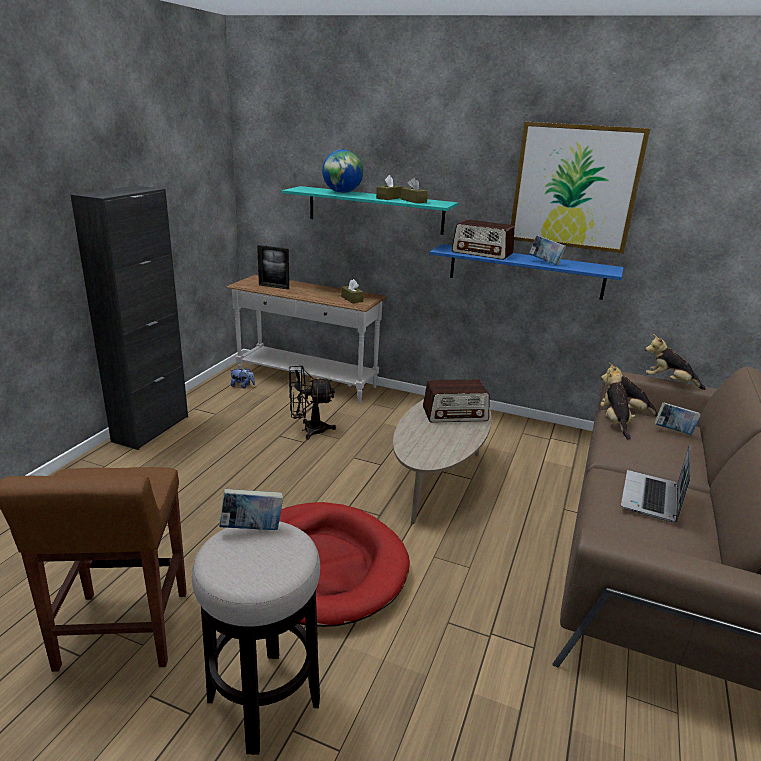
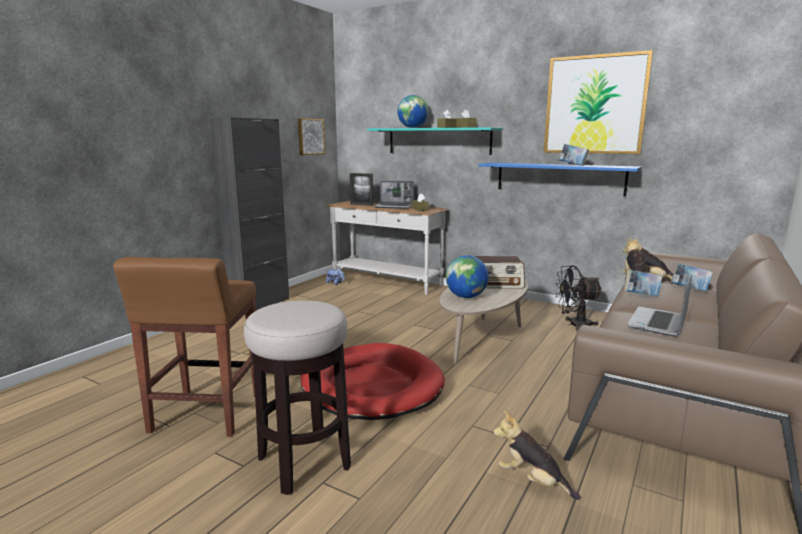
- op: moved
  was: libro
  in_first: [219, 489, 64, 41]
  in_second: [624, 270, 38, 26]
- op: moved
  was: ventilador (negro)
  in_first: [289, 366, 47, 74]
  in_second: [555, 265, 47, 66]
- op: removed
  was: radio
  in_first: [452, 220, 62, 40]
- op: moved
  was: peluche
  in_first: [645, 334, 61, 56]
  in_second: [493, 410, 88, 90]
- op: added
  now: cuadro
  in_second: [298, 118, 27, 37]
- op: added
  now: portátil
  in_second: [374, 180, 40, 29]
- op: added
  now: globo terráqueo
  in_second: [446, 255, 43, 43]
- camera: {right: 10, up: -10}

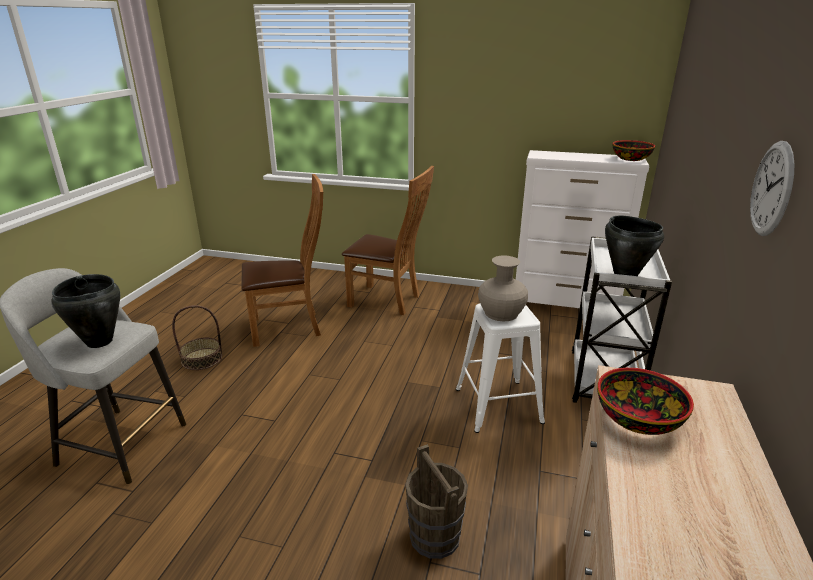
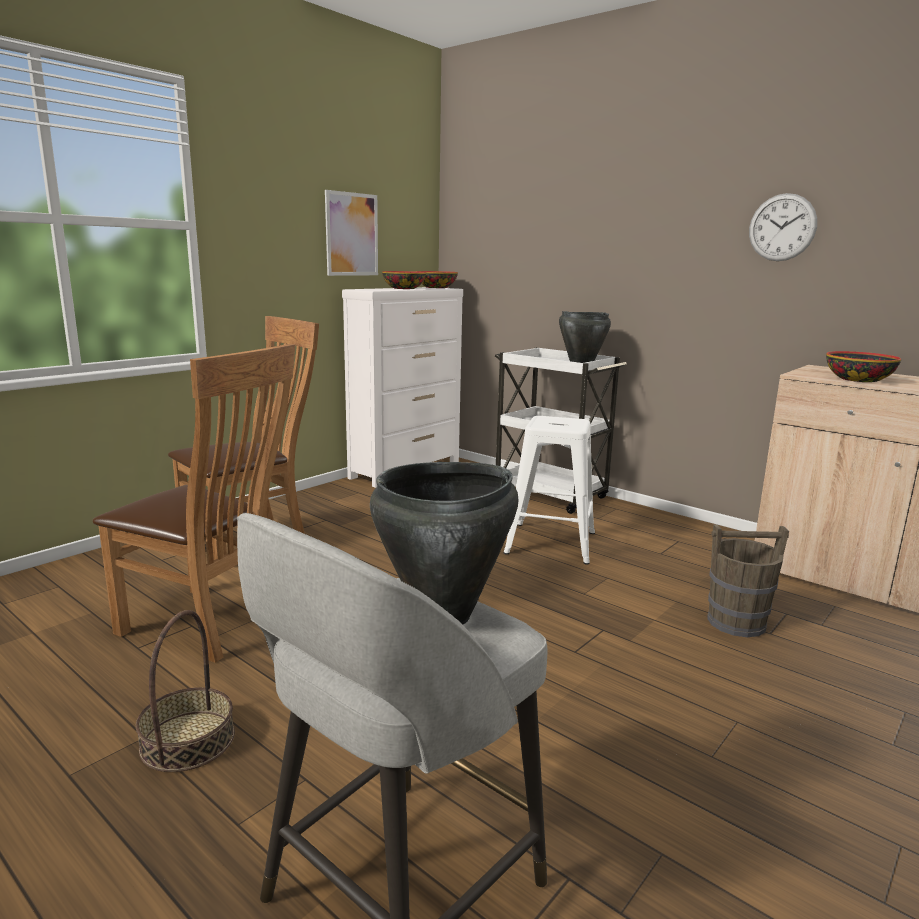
- op: turned
  was: silla (marrón)
  in_first: [241, 174, 82, 173]
  in_second: [93, 344, 202, 319]
  clockwise: 105
- op: removed
  was: florero (beis)
  in_first: [478, 255, 50, 66]
- op: added
  now: cuadro
  in_second: [325, 190, 53, 86]
- op: added
  now: cuenco
  in_second: [382, 271, 44, 18]
- camera: {right: -65, up: -10}

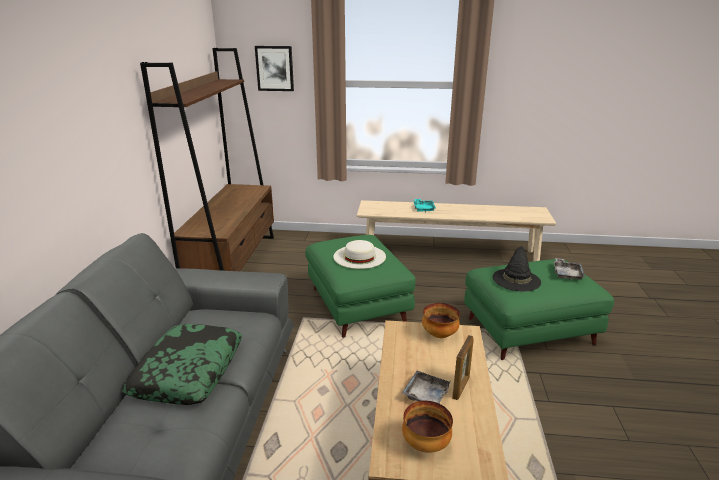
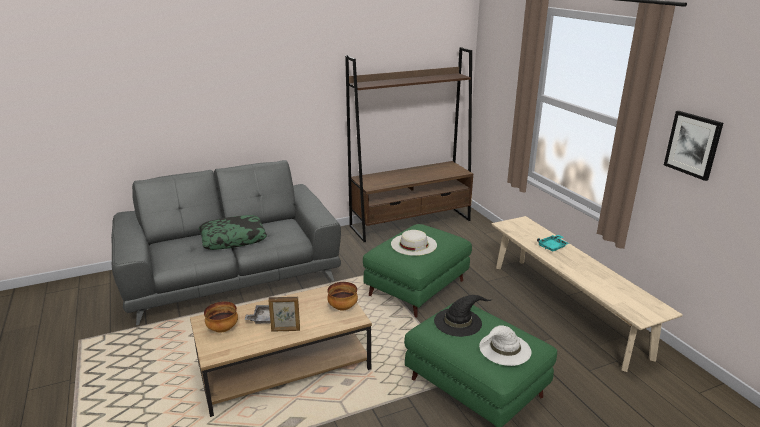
- op: moved
  was: cuadro
  in_first: [255, 46, 39, 45]
  in_second: [664, 111, 59, 70]
- op: replaced
  was: bandeja (gris)
  now: sombrero (blanco)
  in_first: [554, 258, 31, 22]
  in_second: [479, 325, 53, 41]
- camera: {right: 60, up: 0}

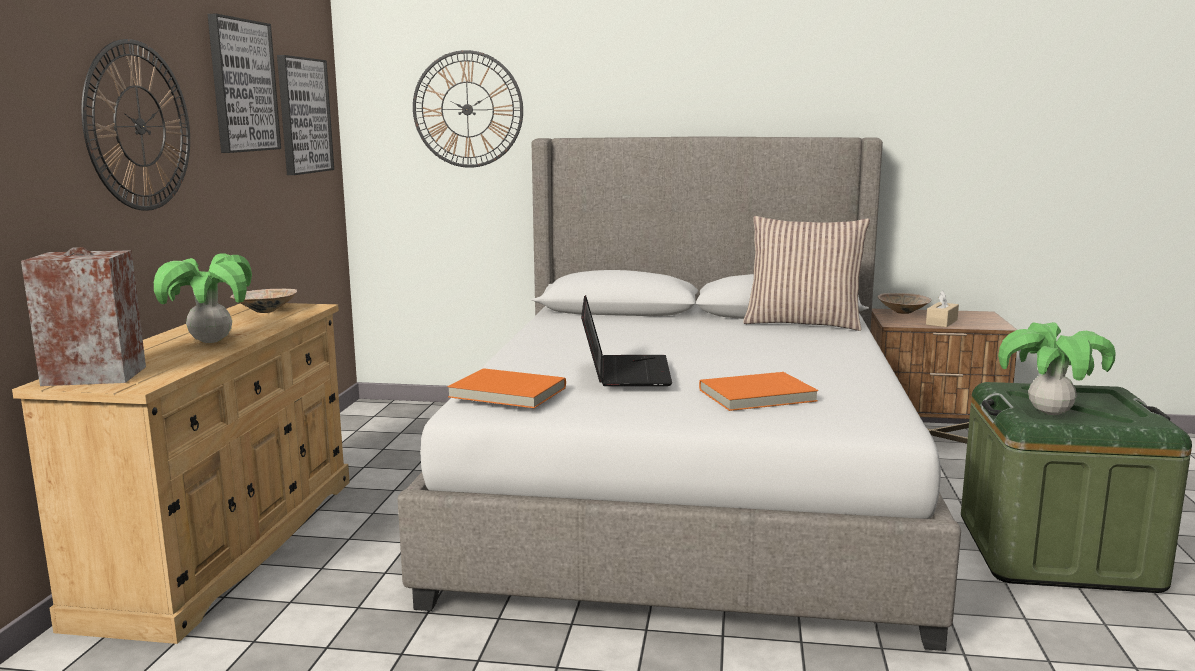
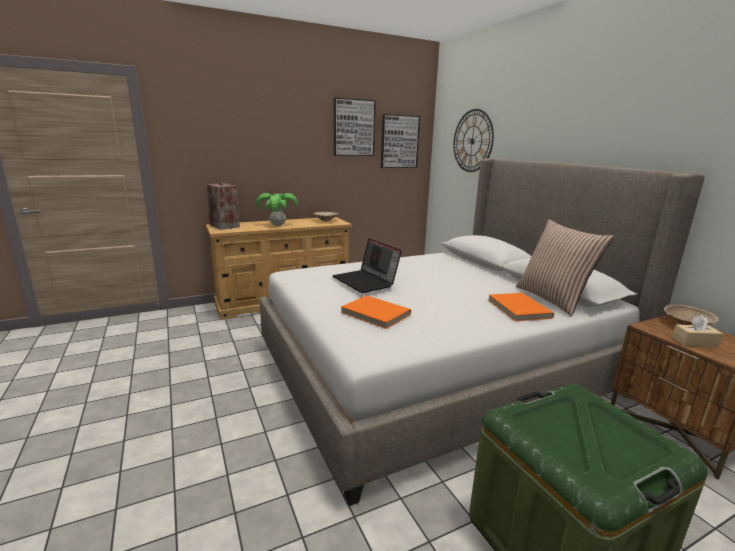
- op: removed
  was: reloj de pared
  in_first: [81, 39, 109, 172]
- op: moved
  was: libro (naranja)
  in_first: [448, 368, 118, 40]
  in_second: [488, 293, 66, 28]
- op: turned
  was: portátil
  in_first: [581, 295, 91, 91]
  in_second: [332, 238, 70, 55]
  clockwise: 90
- op: removed
  was: planta en maceta
  in_first: [998, 322, 118, 93]
- camera: {right: 55, up: 5}

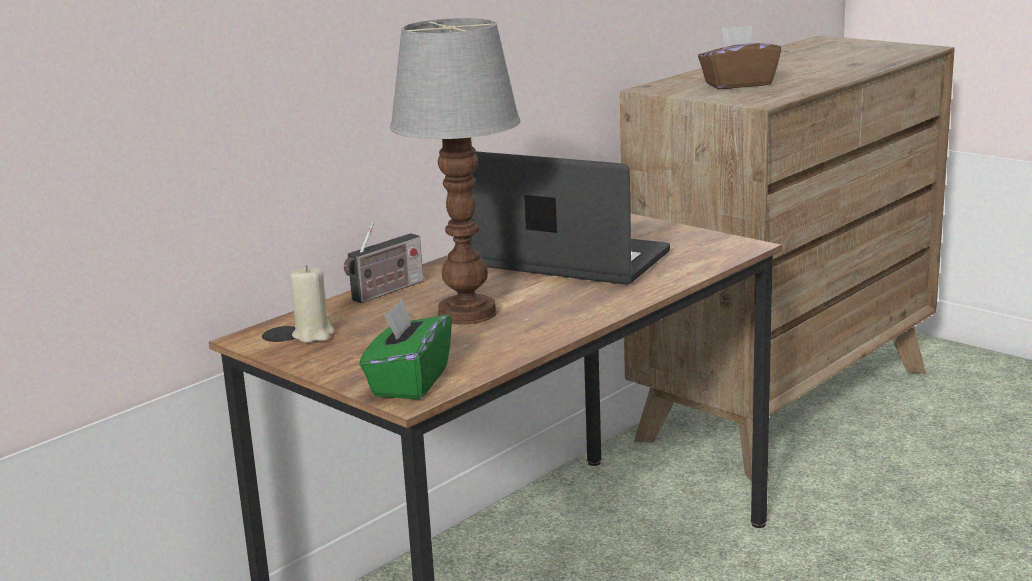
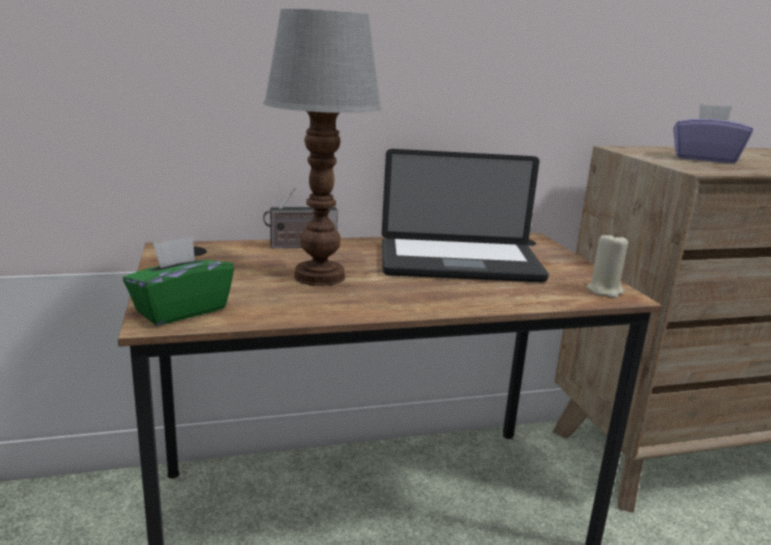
- op: moved
  was: vela (beis)
  in_first: [290, 265, 44, 78]
  in_second: [587, 232, 41, 66]
- op: turned
  was: portátil
  in_first: [471, 151, 199, 134]
  in_second: [382, 149, 167, 133]
  clockwise: 120
- op: recoloured
  was: caja de pañuelos (marrón)
  now: caja de pañuelos (morado)
  in_first: [698, 25, 83, 64]
  in_second: [673, 104, 80, 59]
- camera: {right: 30, up: 0}

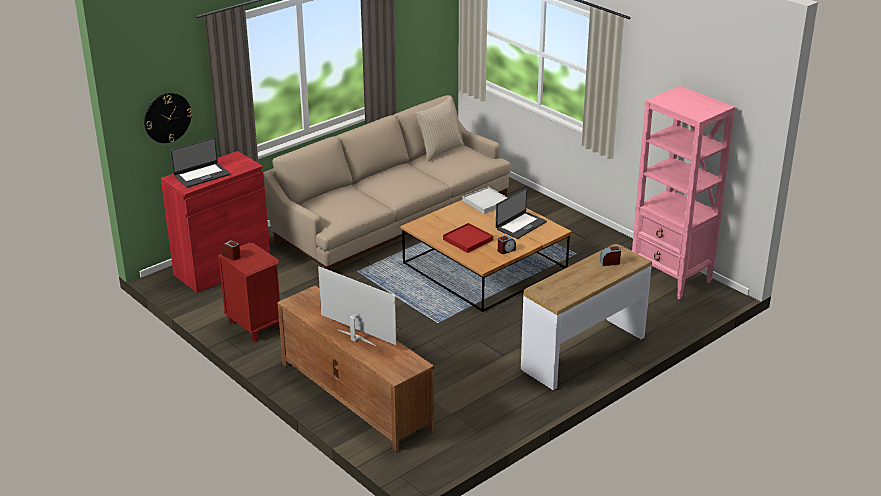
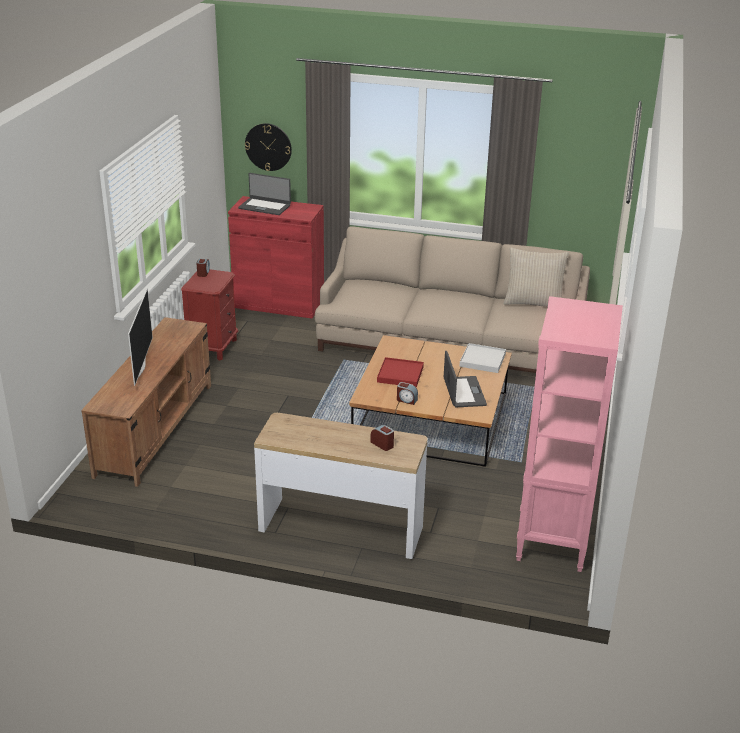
- op: turned
  was: portátil
  in_first: [496, 188, 51, 51]
  in_second: [444, 351, 43, 56]
  clockwise: -105
- camera: {right: 55, up: 0}

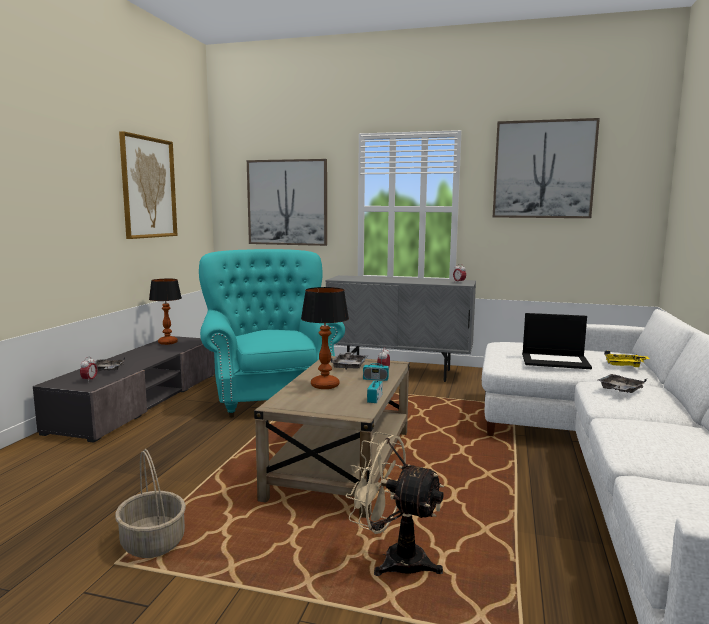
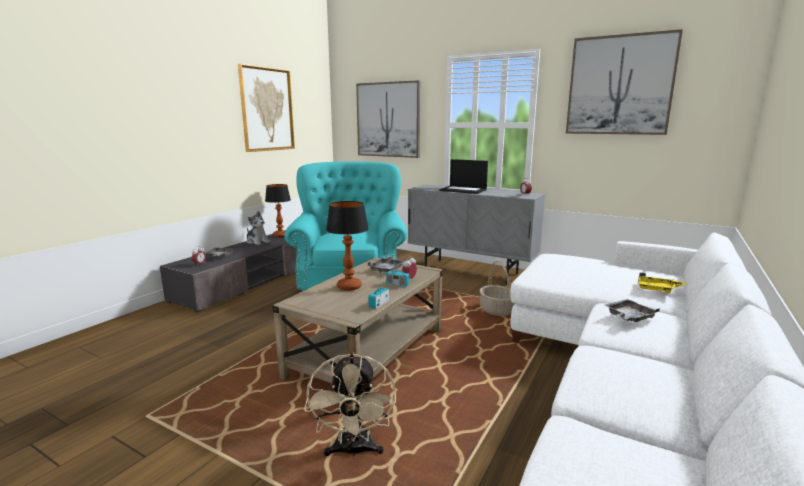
- op: moved
  was: cesta
  in_first: [115, 449, 71, 109]
  in_second: [480, 260, 35, 56]
- op: turned
  was: ventilador (beis)
  in_first: [345, 432, 99, 144]
  in_second: [304, 353, 92, 105]
  clockwise: -135
- op: moved
  was: portátil
  in_first: [522, 313, 70, 56]
  in_second: [439, 159, 49, 35]
- op: added
  now: peluche
  in_second: [247, 211, 23, 34]
- camera: {right: 15, up: 5}

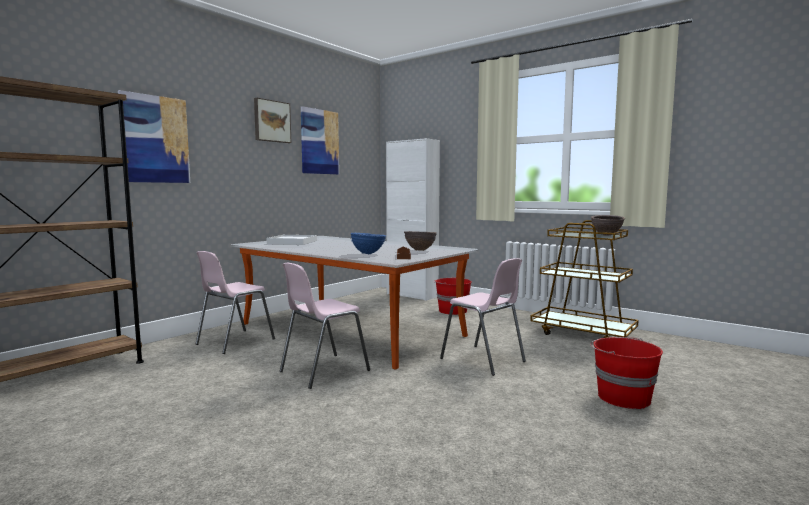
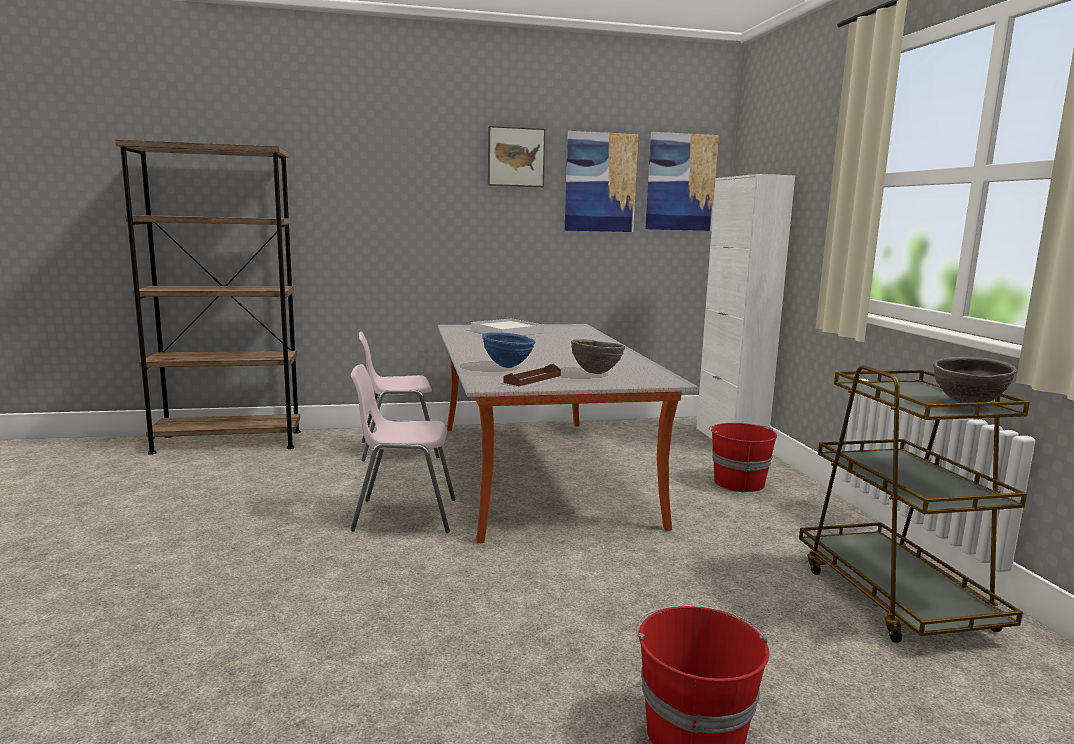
- op: moved
  was: cuadro
  in_first: [118, 90, 72, 93]
  in_second: [645, 132, 74, 99]
- op: removed
  was: silla (rosa)
  in_first: [440, 258, 86, 118]
- camera: {right: 40, up: 5}

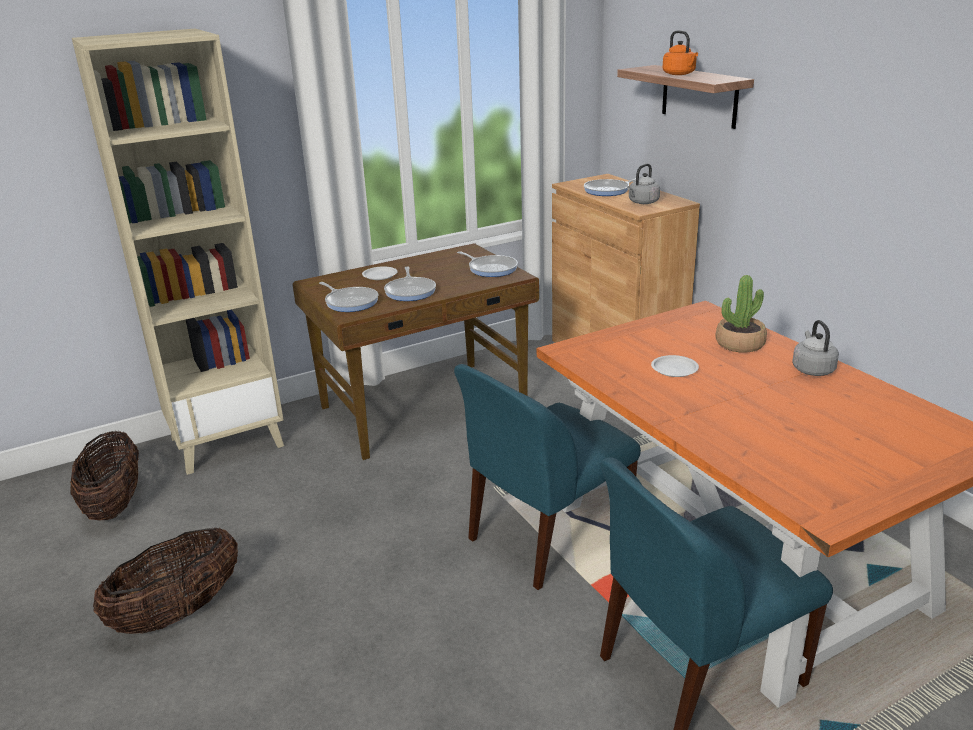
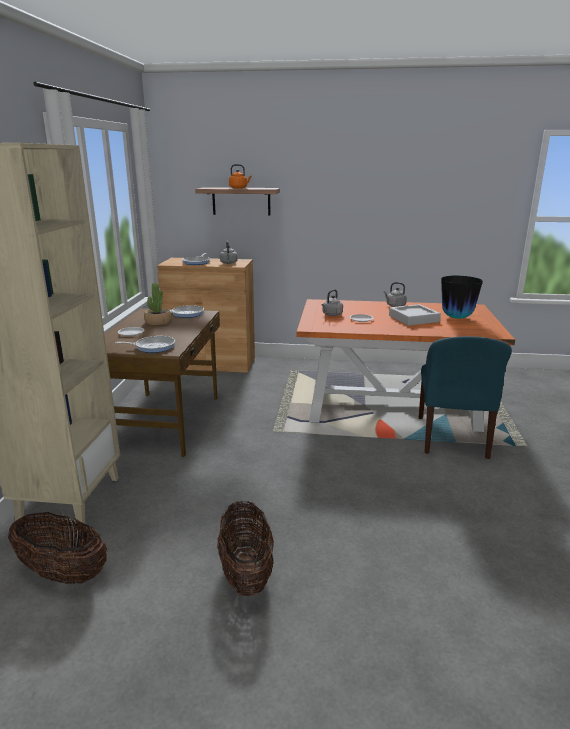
- op: removed
  was: sartén
  in_first: [384, 267, 52, 34]
- op: removed
  was: silla (azul)
  in_first: [454, 364, 187, 226]
- op: moved
  was: planta en maceta
  in_first: [715, 275, 52, 78]
  in_second: [144, 283, 28, 42]
- op: added
  now: hervidor (gris)
  in_second: [321, 289, 22, 27]
- op: added
  now: bandeja (gris)
  in_second: [389, 304, 52, 22]
- op: added
  now: florero
  in_second: [441, 276, 42, 43]
- camera: {right: -55, up: -5}

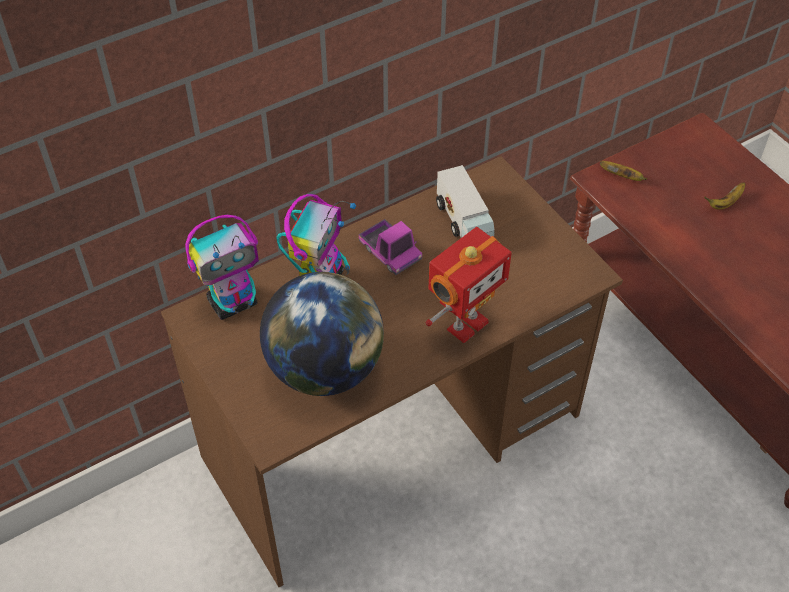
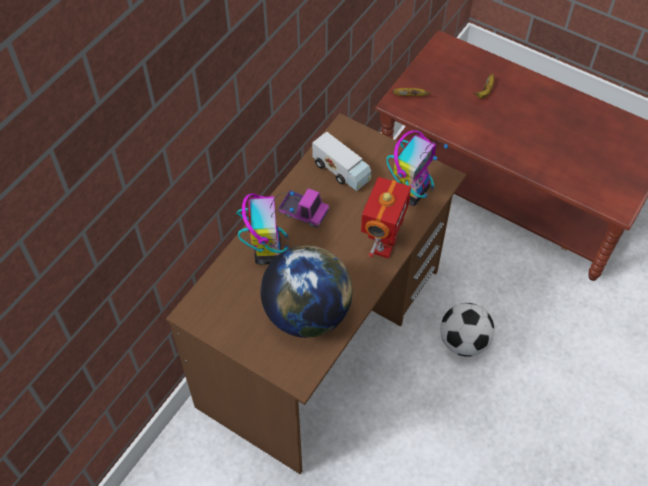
- op: moved
  was: robot de juguete
  in_first: [185, 215, 74, 105]
  in_second: [386, 130, 62, 76]
- op: added
  now: balón de fútbol
  in_second: [440, 303, 55, 54]
- camera: {right: -25, up: 5}

